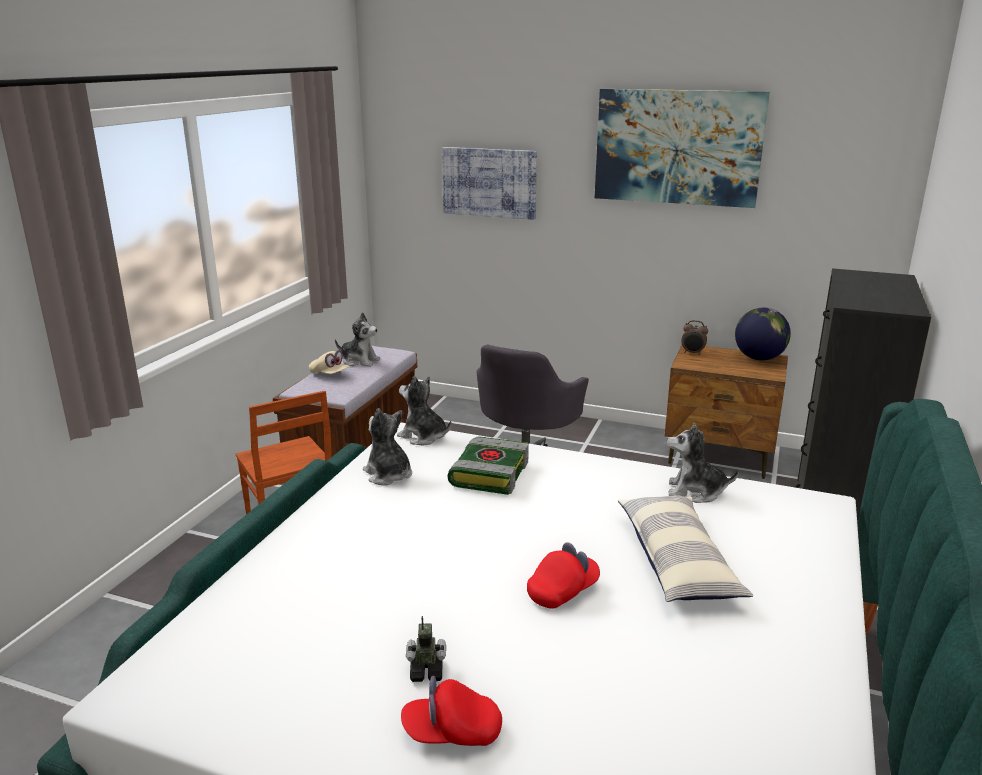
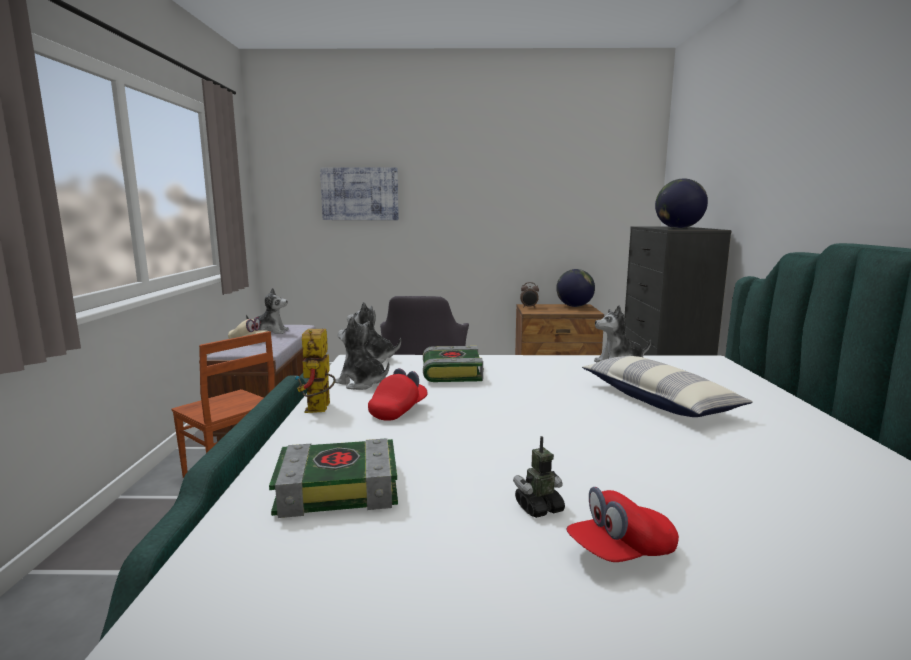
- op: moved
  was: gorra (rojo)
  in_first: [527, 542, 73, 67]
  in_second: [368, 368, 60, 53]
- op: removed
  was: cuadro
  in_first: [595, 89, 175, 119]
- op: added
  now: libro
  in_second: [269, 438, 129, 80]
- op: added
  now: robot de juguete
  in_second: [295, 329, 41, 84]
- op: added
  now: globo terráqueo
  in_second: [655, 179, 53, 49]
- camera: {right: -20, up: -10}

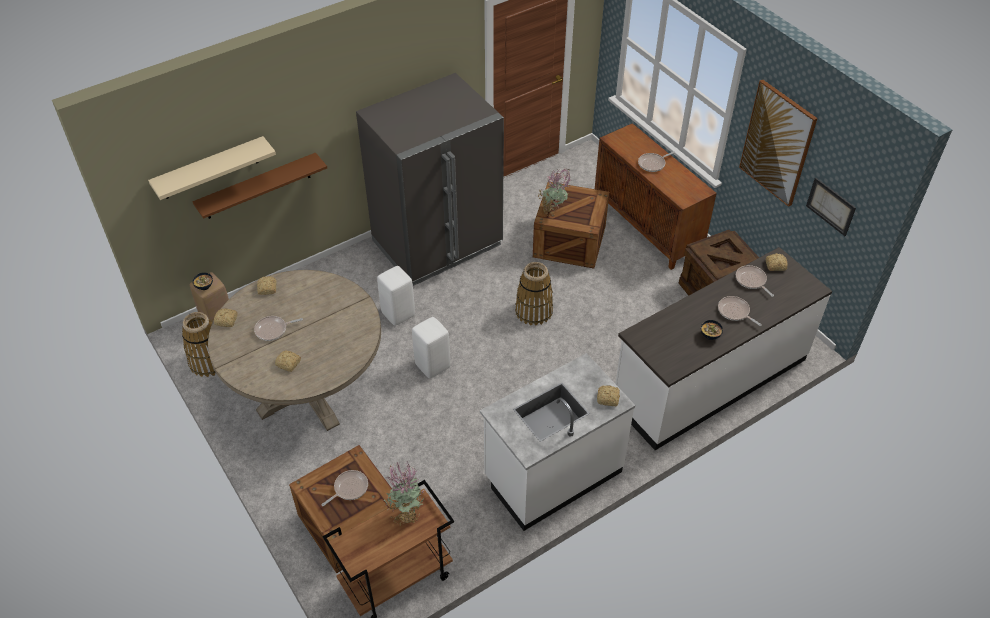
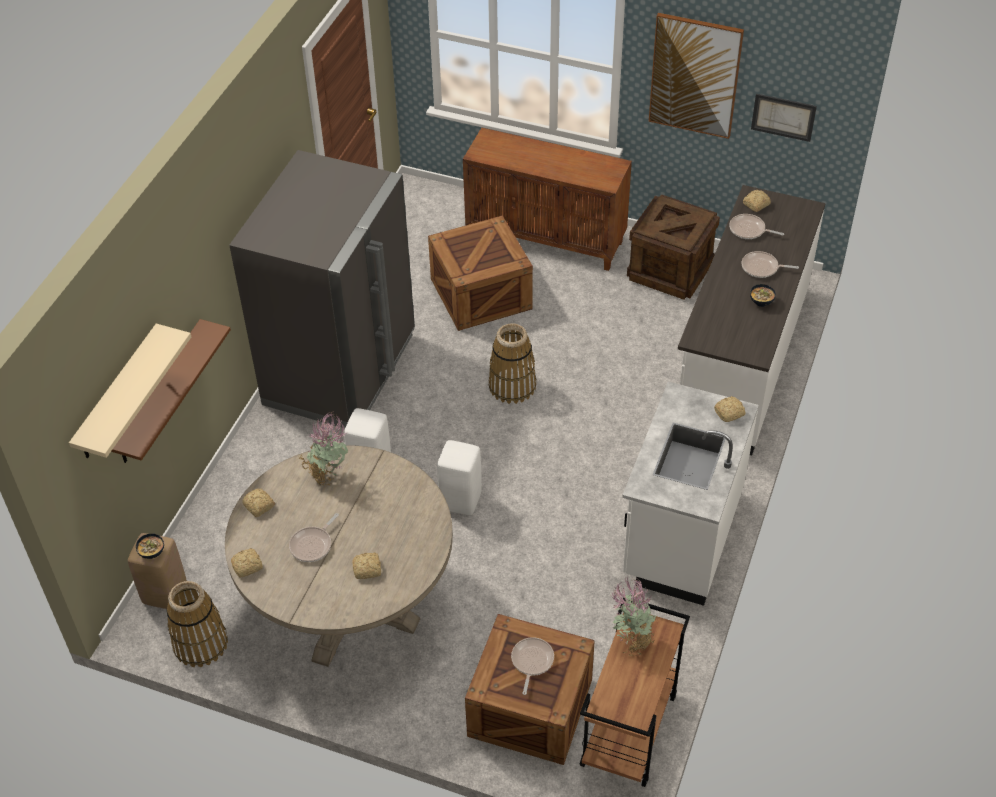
- op: moved
  was: planta en maceta
  in_first: [538, 169, 34, 47]
  in_second: [299, 412, 49, 74]
- op: removed
  was: sartén
  in_first: [638, 151, 37, 21]
- camera: {right: -35, up: 0}

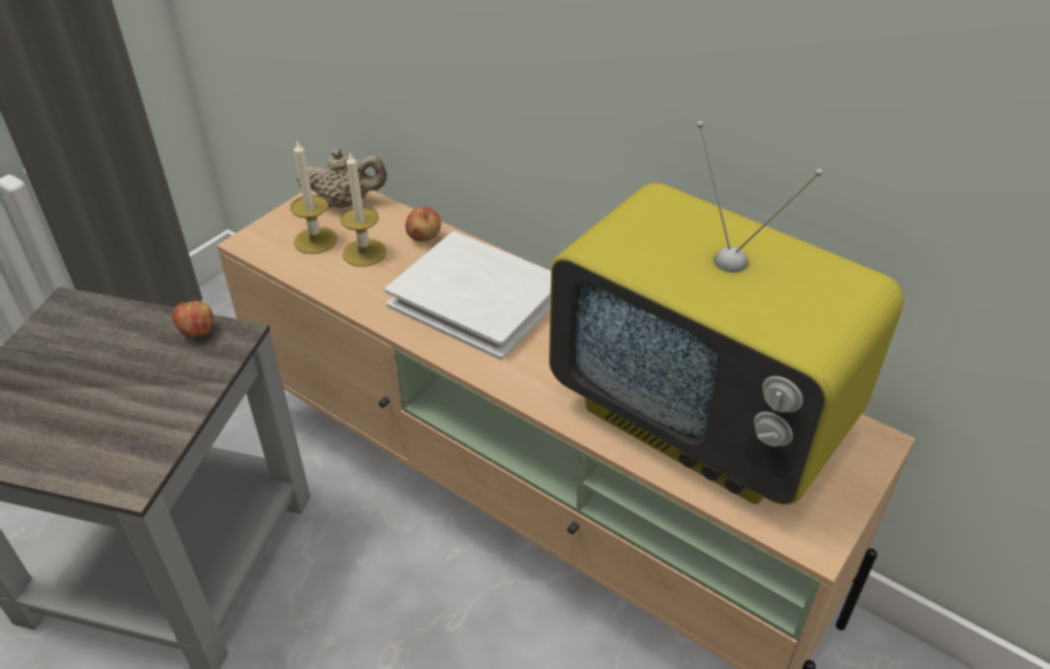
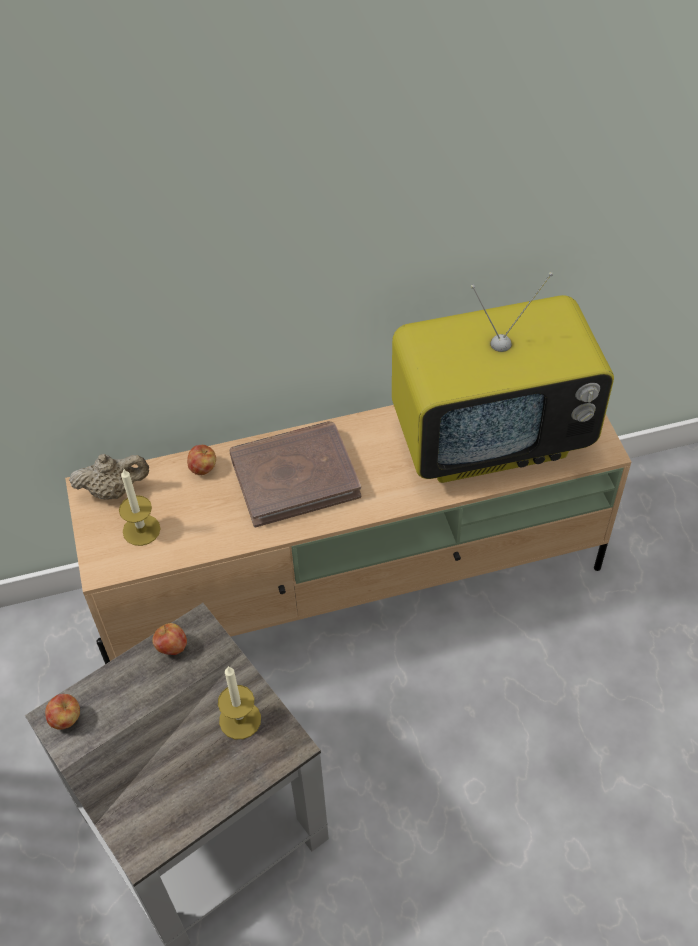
- op: turned
  was: tetera (beis)
  in_first: [297, 148, 90, 60]
  in_second: [69, 454, 80, 46]
  clockwise: 45
- op: moved
  was: vela
  in_first: [340, 153, 47, 114]
  in_second: [218, 666, 43, 73]
- op: recoloured
  was: libro (blanco)
  now: libro (marrón)
  in_first: [385, 232, 166, 128]
  in_second: [230, 421, 131, 106]
- op: added
  now: manzana
  in_second: [45, 694, 35, 35]
- camera: {right: -50, up: 10}

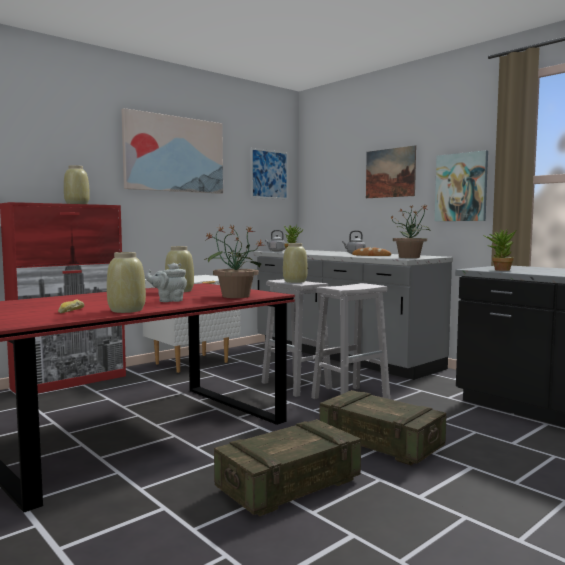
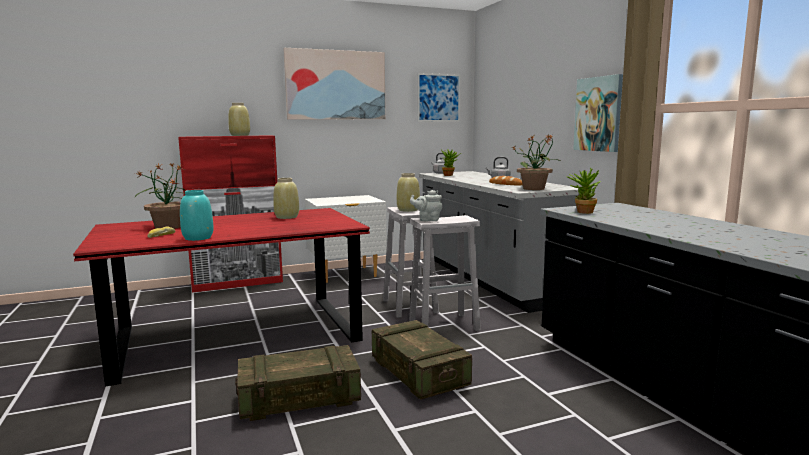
- op: recoloured
  was: florero (beis)
  now: florero (turquesa)
  in_first: [107, 252, 39, 61]
  in_second: [180, 190, 33, 51]
- op: moved
  was: tetera (gris)
  in_first: [145, 263, 42, 39]
  in_second: [410, 190, 33, 31]
- op: moved
  was: planta en maceta
  in_first: [204, 226, 59, 72]
  in_second: [135, 162, 51, 67]
- op: removed
  was: cuadro
  in_first: [366, 145, 50, 53]
- camera: {right: 20, up: 5}

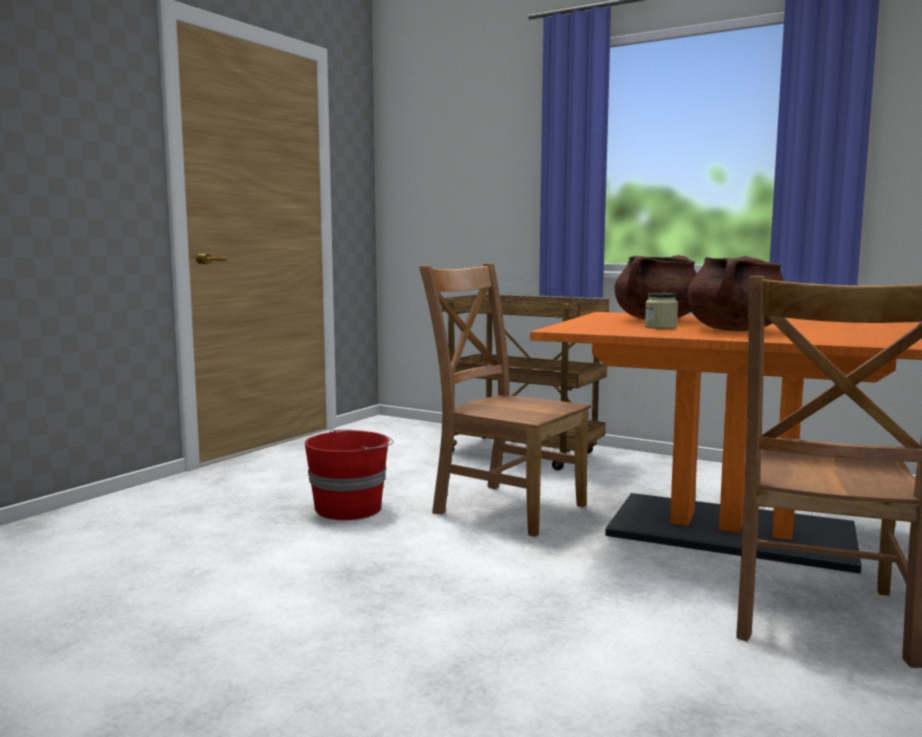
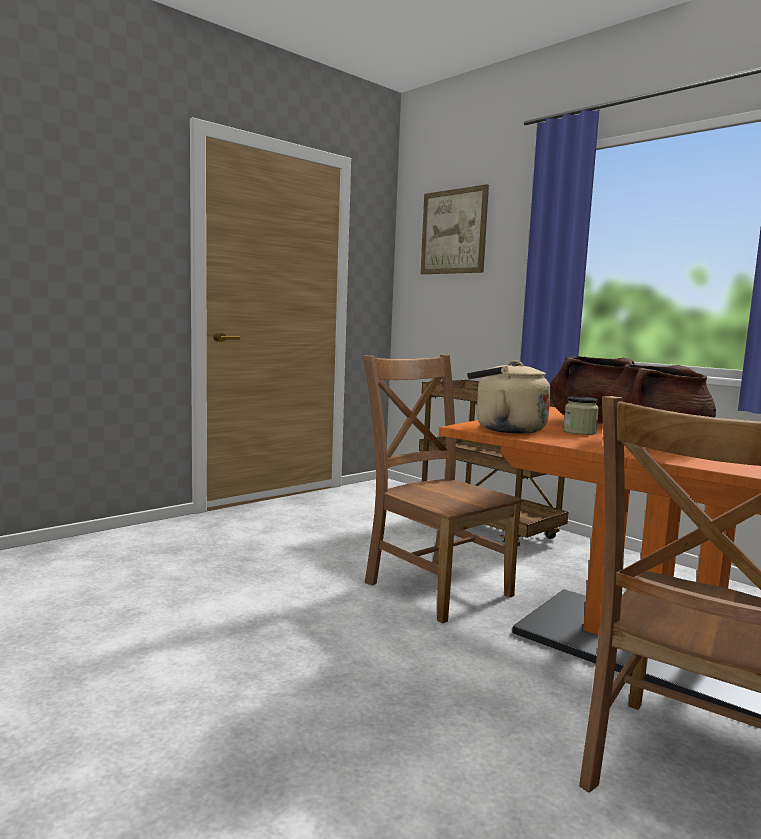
- op: removed
  was: cubo (rojo)
  in_first: [305, 429, 89, 91]
- op: added
  now: cuadro
  in_second: [421, 184, 68, 90]
- op: added
  now: hervidor (beis)
  in_second: [467, 360, 84, 73]
- camera: {right: 15, up: 0}

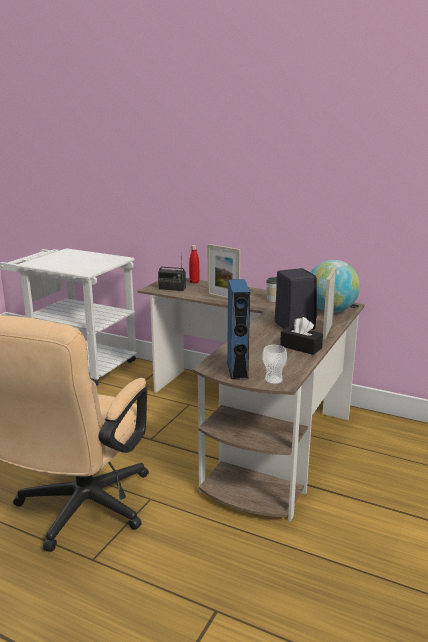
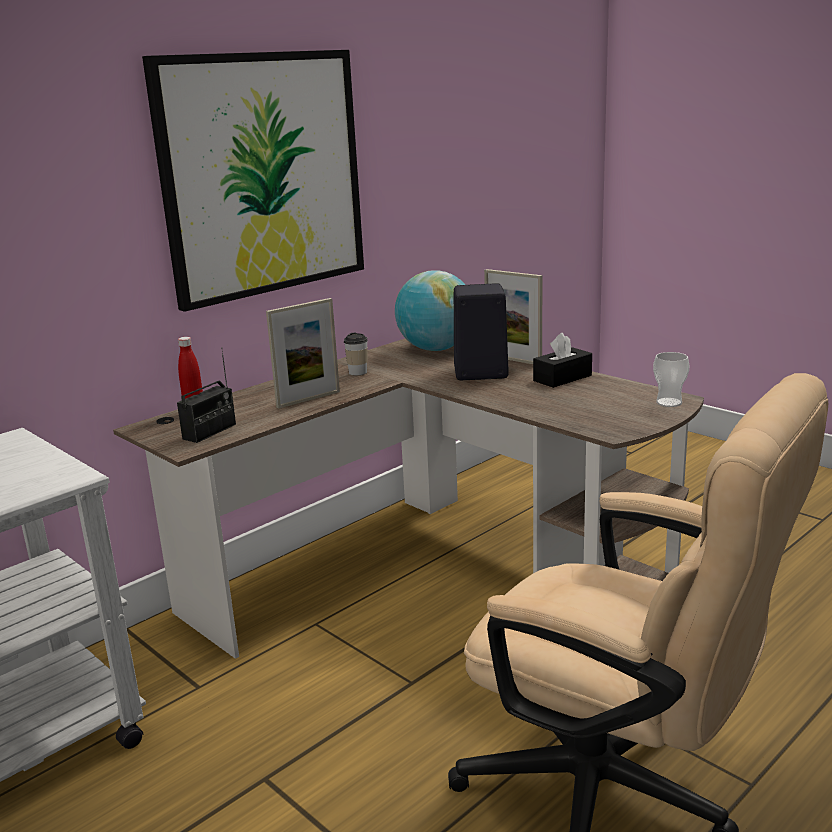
- op: removed
  was: altavoz (azul)
  in_first: [227, 279, 23, 101]
- op: added
  now: cuadro
  in_second: [142, 50, 222, 262]
- camera: {right: -70, up: 0}

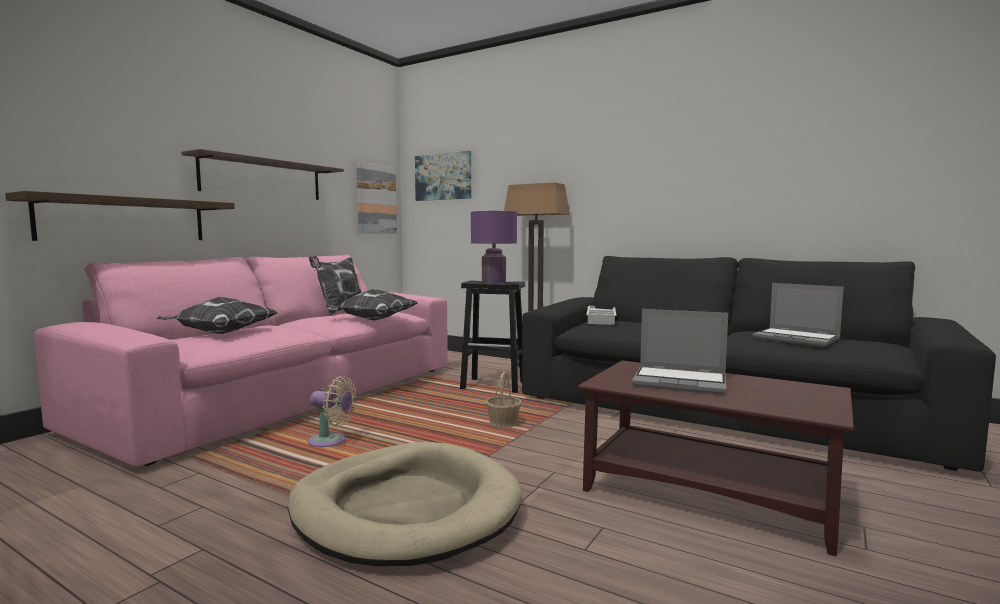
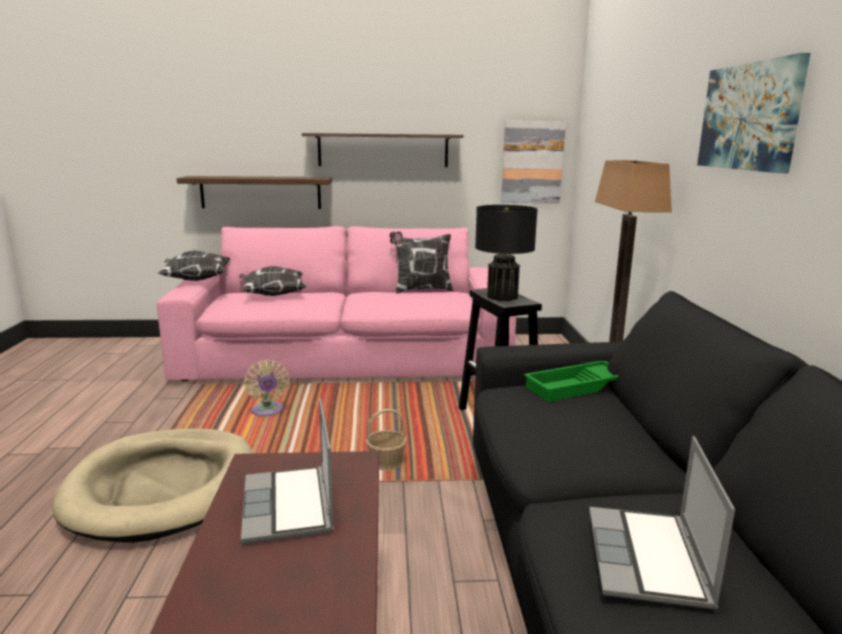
- op: moved
  was: cojín
  in_first: [326, 289, 92, 32]
  in_second: [157, 250, 74, 31]
- op: moved
  was: cuadro
  in_first: [415, 151, 56, 50]
  in_second: [697, 53, 113, 120]
- op: recoloured
  was: lámpara de mesa (morado)
  now: lámpara de mesa (negro)
  in_first: [471, 211, 46, 72]
  in_second: [475, 205, 63, 96]
- op: recoloured
  was: bandeja (blanco)
  now: bandeja (verde)
  in_first: [586, 306, 31, 19]
  in_second: [524, 361, 95, 41]
- camera: {right: 55, up: 10}

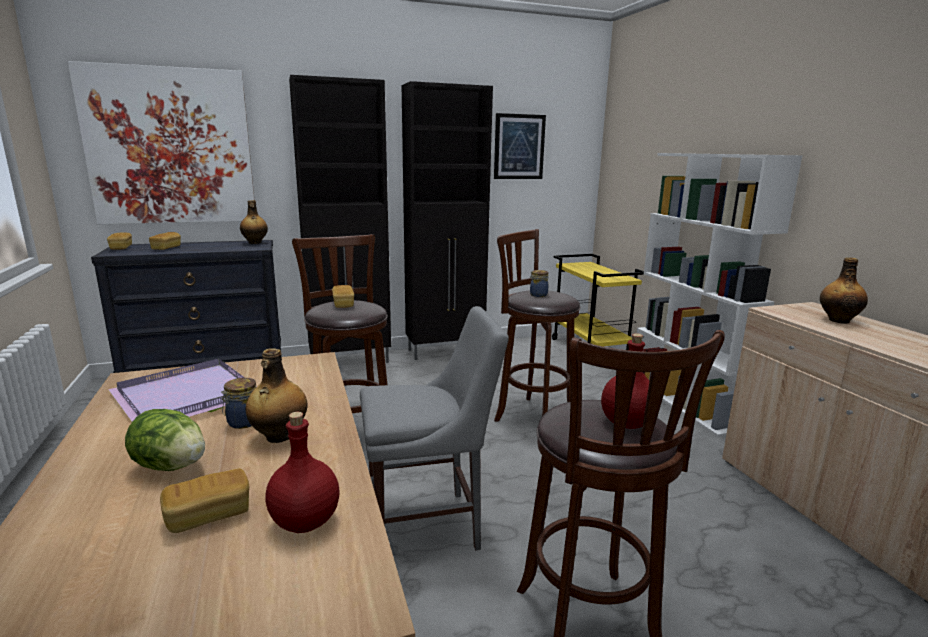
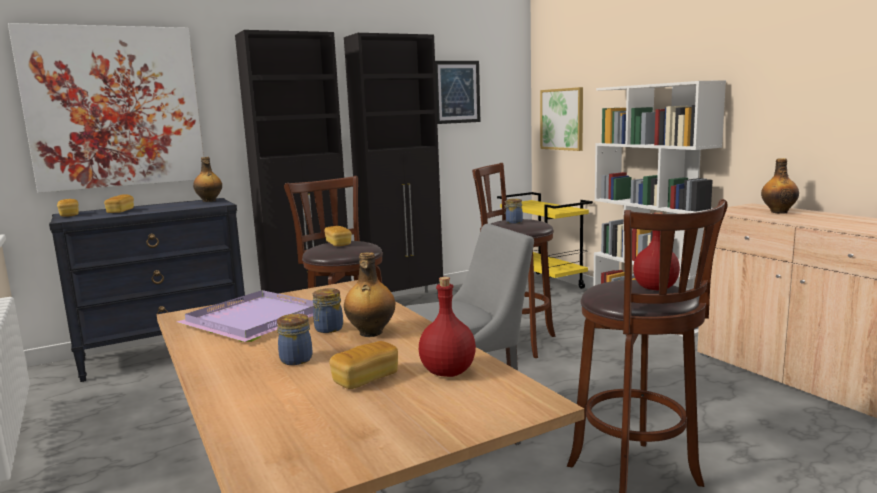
- op: replaced
  was: lechuga
  now: tarro
  in_first: [125, 409, 80, 62]
  in_second: [277, 314, 36, 51]
- op: added
  now: cuadro
  in_second: [540, 87, 43, 64]
- camera: {right: -10, up: -5}

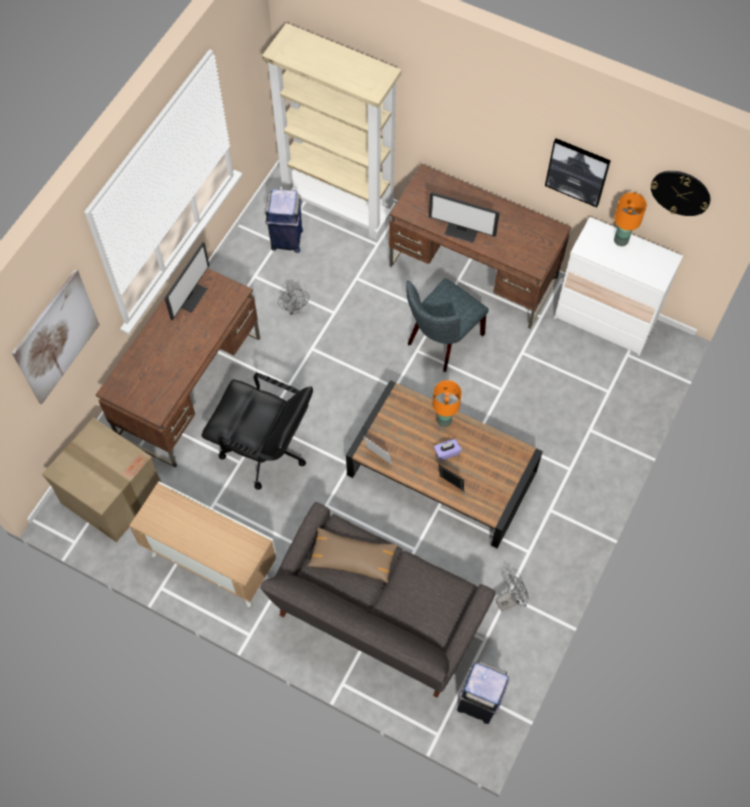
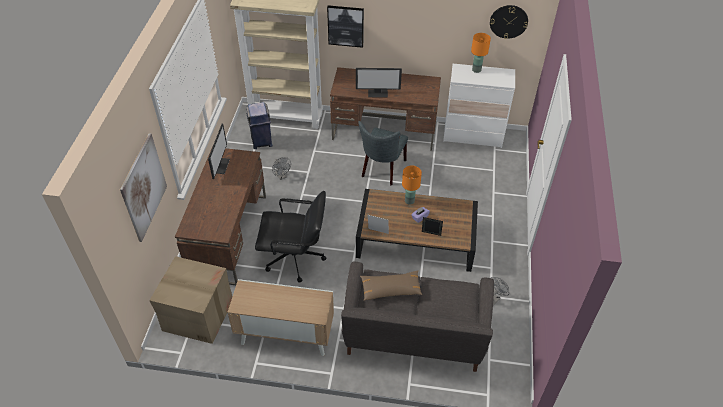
- op: removed
  was: papelera (azul)
  in_first: [457, 661, 53, 63]
- op: moved
  was: cuadro
  in_first: [545, 138, 66, 70]
  in_second: [327, 5, 37, 43]
- camera: {right: -20, up: -15}

